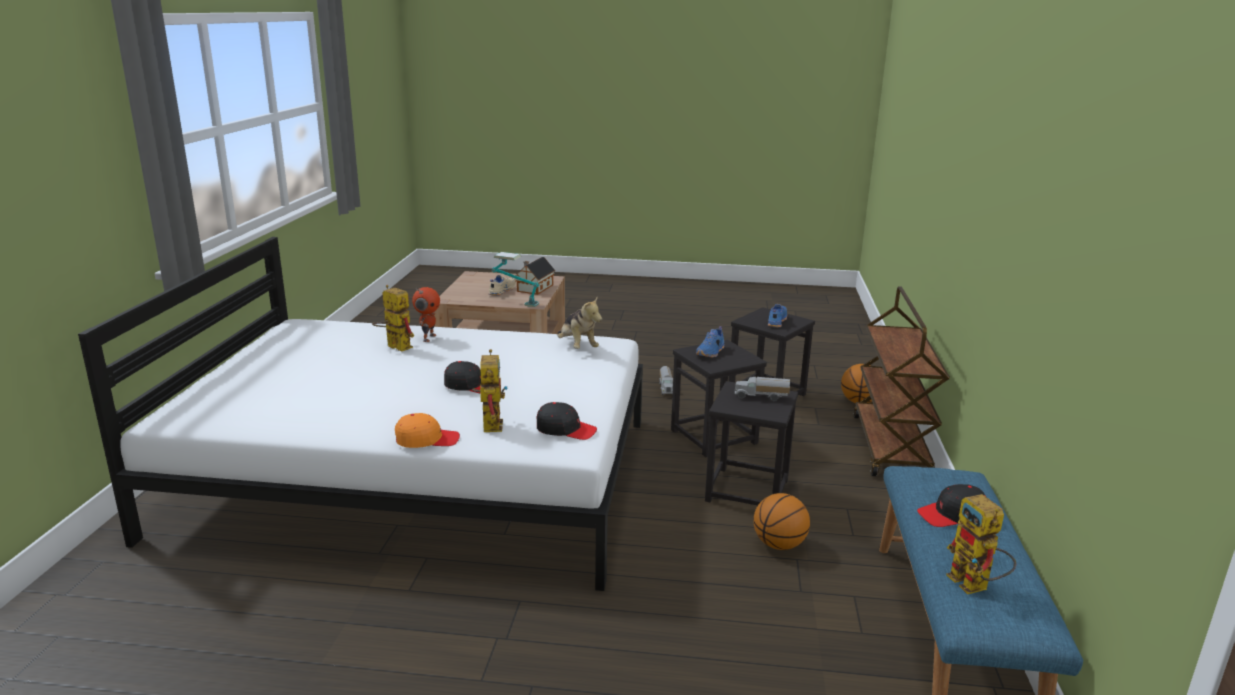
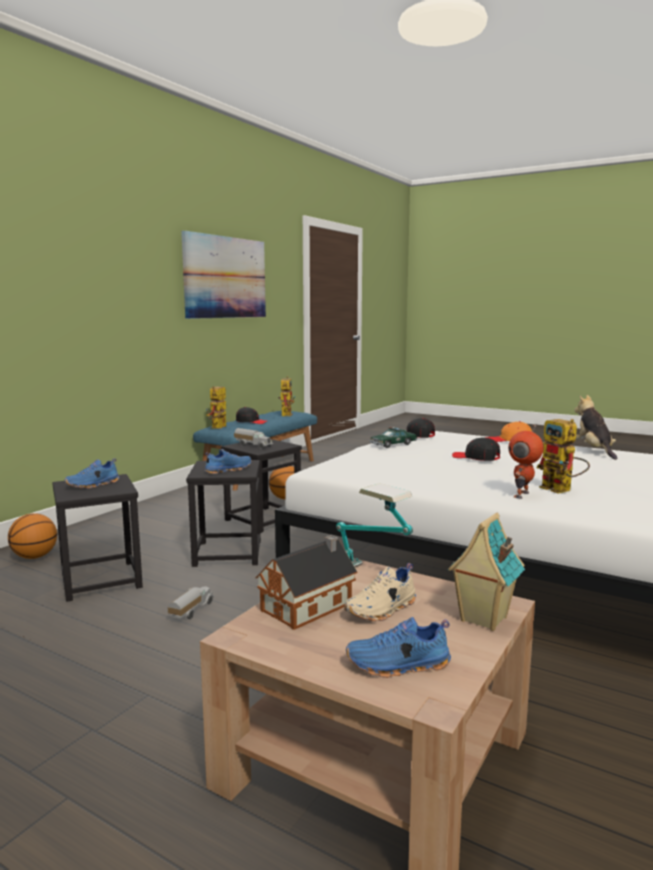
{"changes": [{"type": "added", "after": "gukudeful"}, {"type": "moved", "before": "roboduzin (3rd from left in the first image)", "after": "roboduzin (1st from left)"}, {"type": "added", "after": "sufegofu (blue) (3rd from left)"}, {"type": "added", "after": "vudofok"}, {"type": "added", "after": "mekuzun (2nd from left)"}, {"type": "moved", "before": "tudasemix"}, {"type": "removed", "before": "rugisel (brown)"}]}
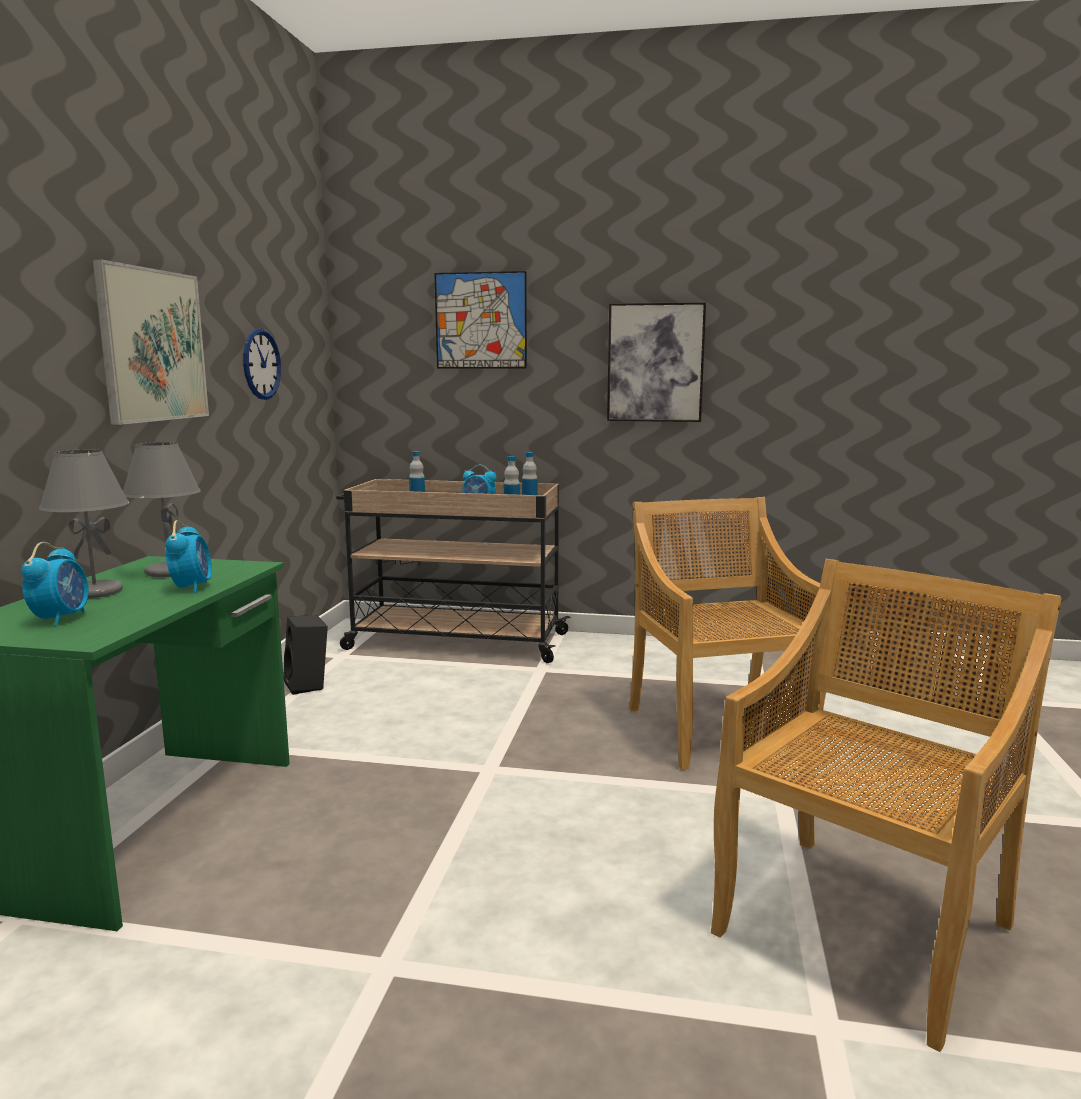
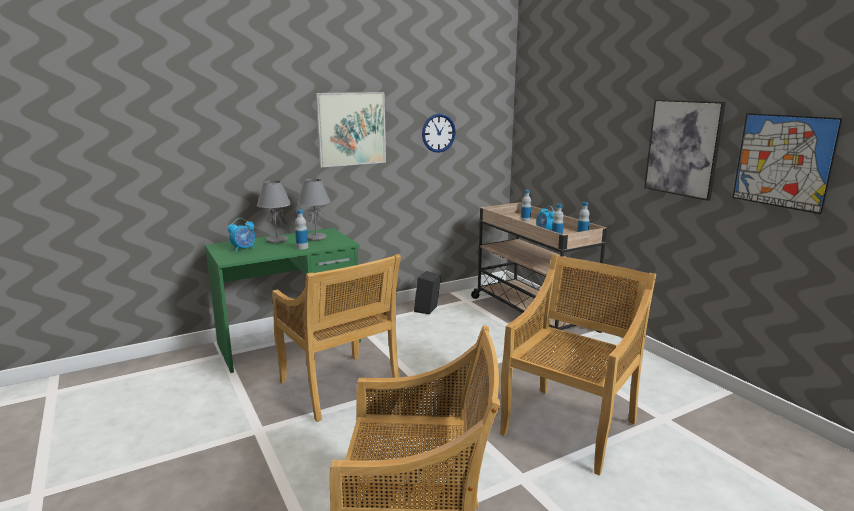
{"changes": [{"type": "added", "after": "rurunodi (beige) (1st from left)"}, {"type": "replaced", "before": "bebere (2nd from left)", "after": "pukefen (1st from left)"}, {"type": "moved", "before": "gukudeful (2nd from left in the first image)", "after": "gukudeful (3rd from left)"}]}
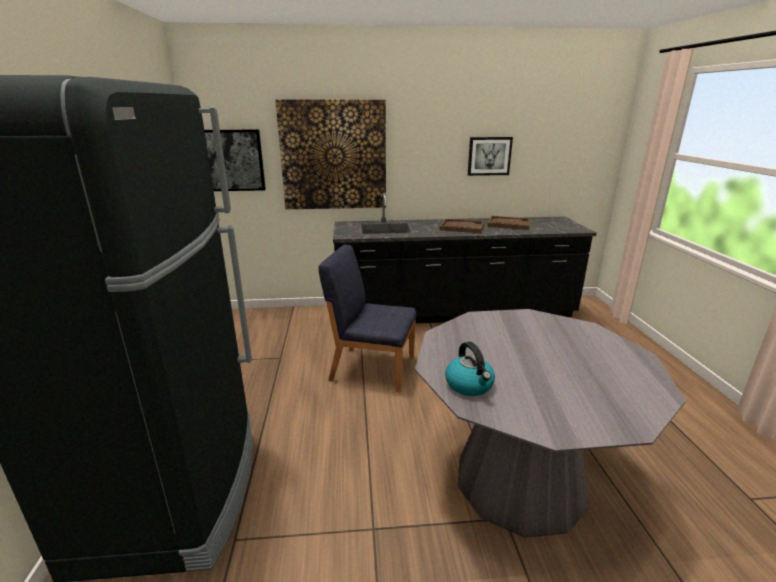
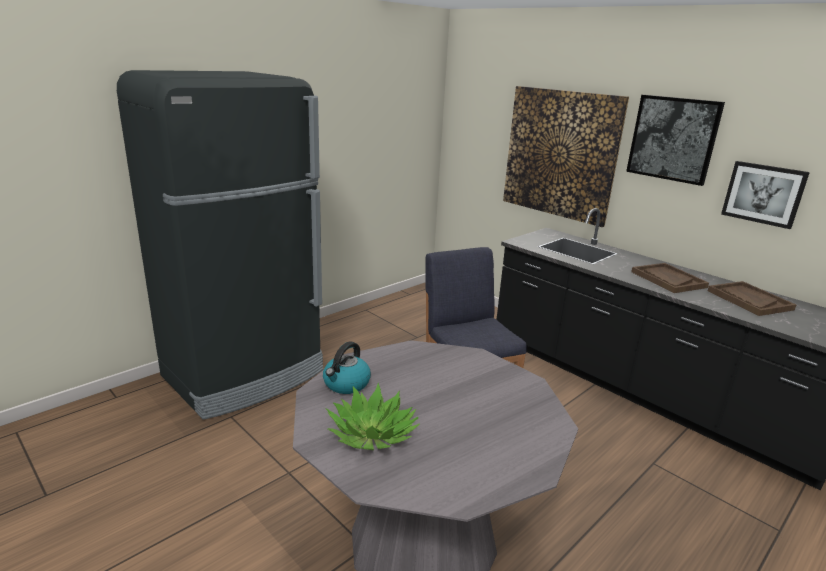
{"changes": [{"type": "added", "after": "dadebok"}, {"type": "moved", "before": "gukudeful (1st from left in the first image)", "after": "gukudeful (2nd from left)"}]}
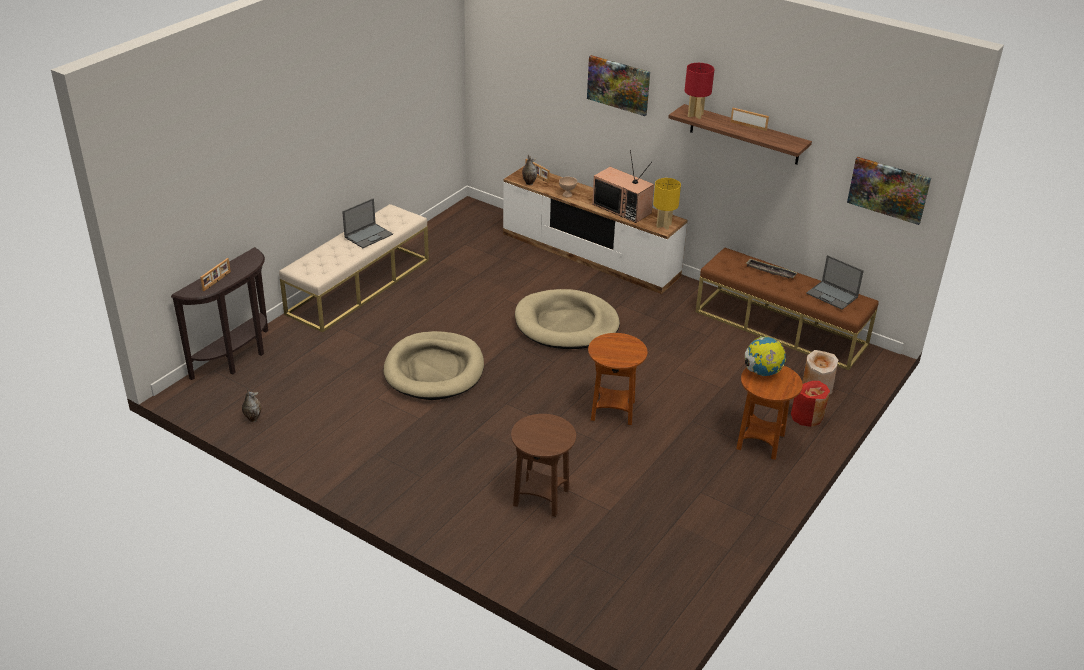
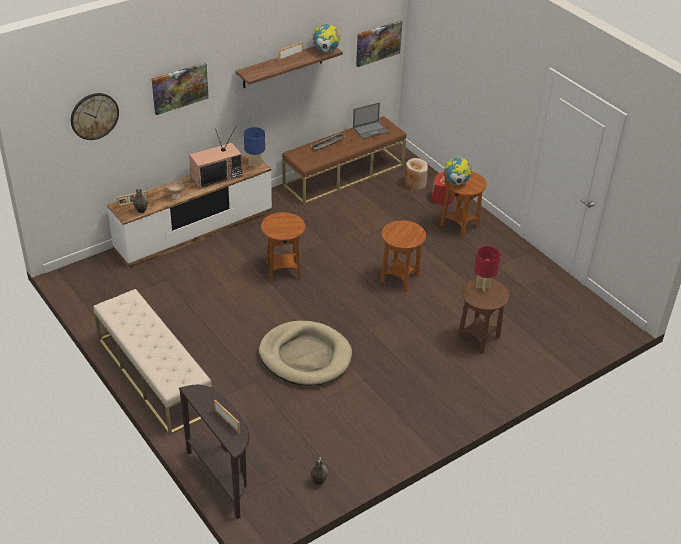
{"changes": [{"type": "added", "after": "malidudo"}, {"type": "recoloured", "before": "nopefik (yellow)", "after": "nopefik (blue)"}, {"type": "replaced", "before": "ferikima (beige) (2nd from left)", "after": "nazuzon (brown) (1st from left)"}, {"type": "added", "after": "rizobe (1st from left)"}, {"type": "moved", "before": "nopefik (red)"}, {"type": "removed", "before": "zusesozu (1st from left)"}]}
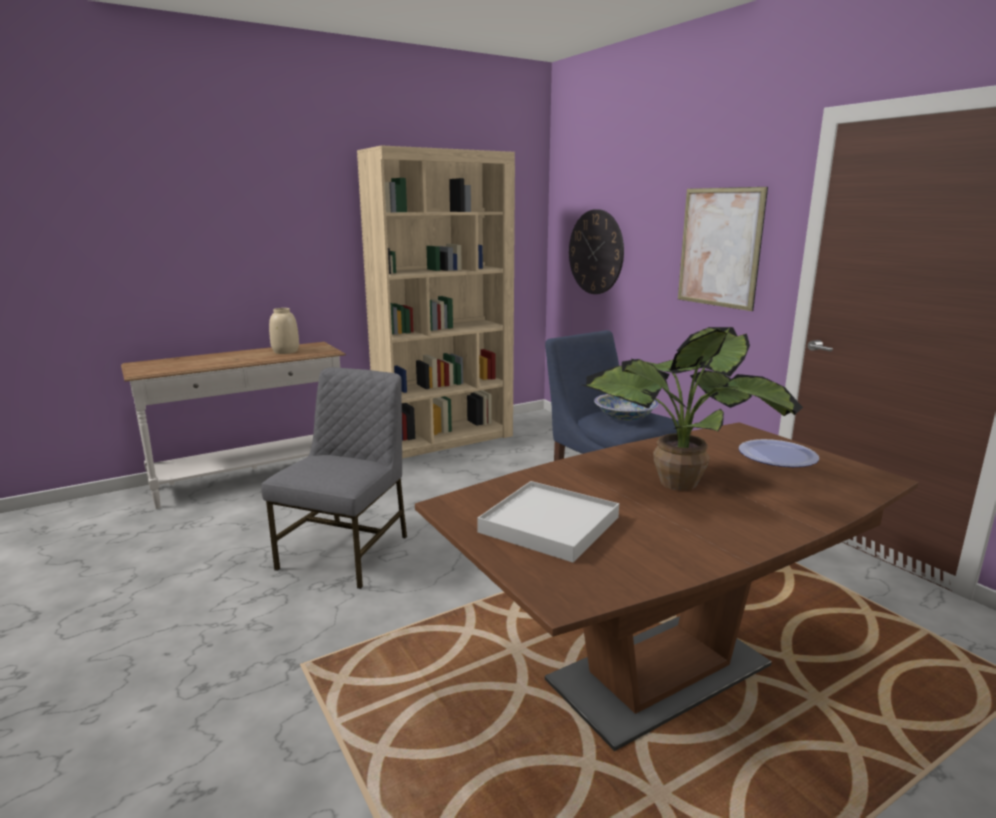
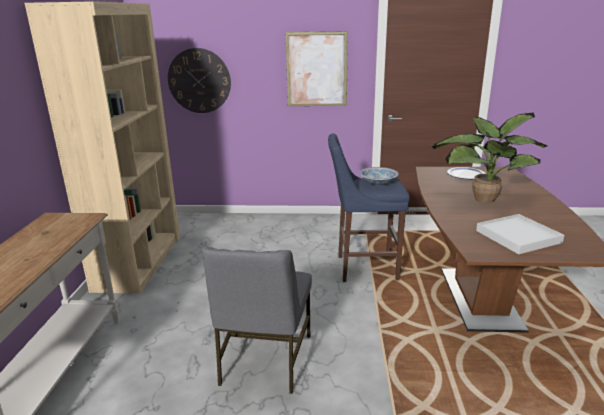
{"changes": [{"type": "turned", "before": "rurunodi (grey)", "turn": -135}, {"type": "removed", "before": "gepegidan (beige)"}]}
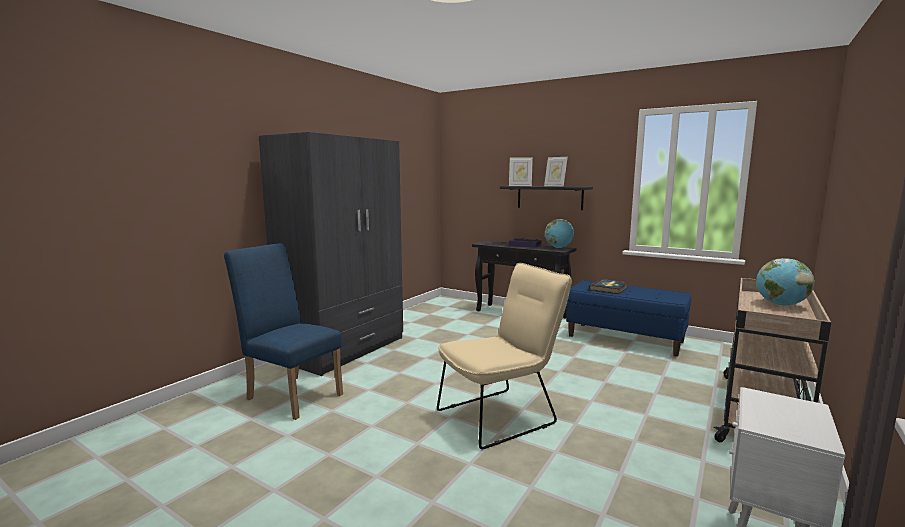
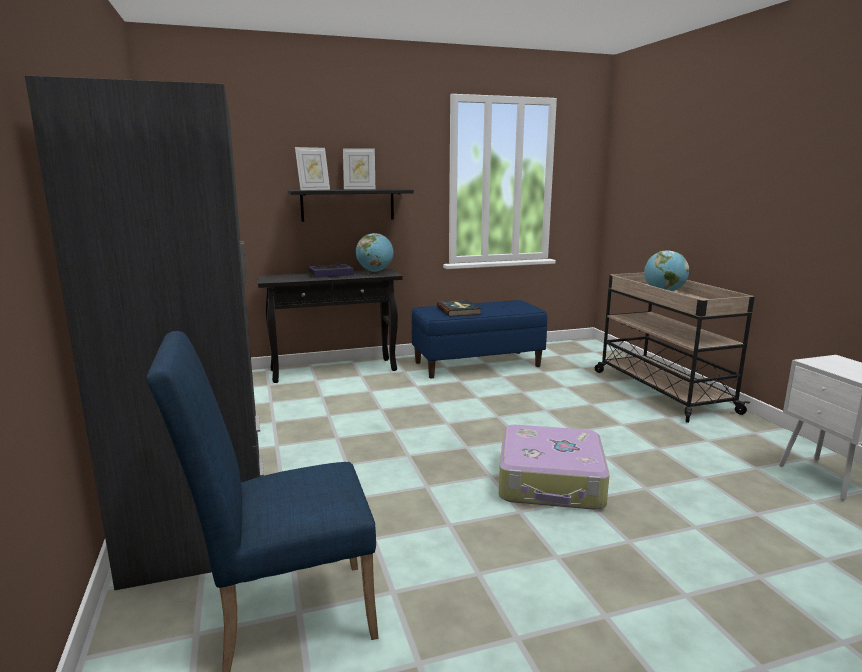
{"changes": [{"type": "replaced", "before": "rurunodi (beige)", "after": "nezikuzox"}]}
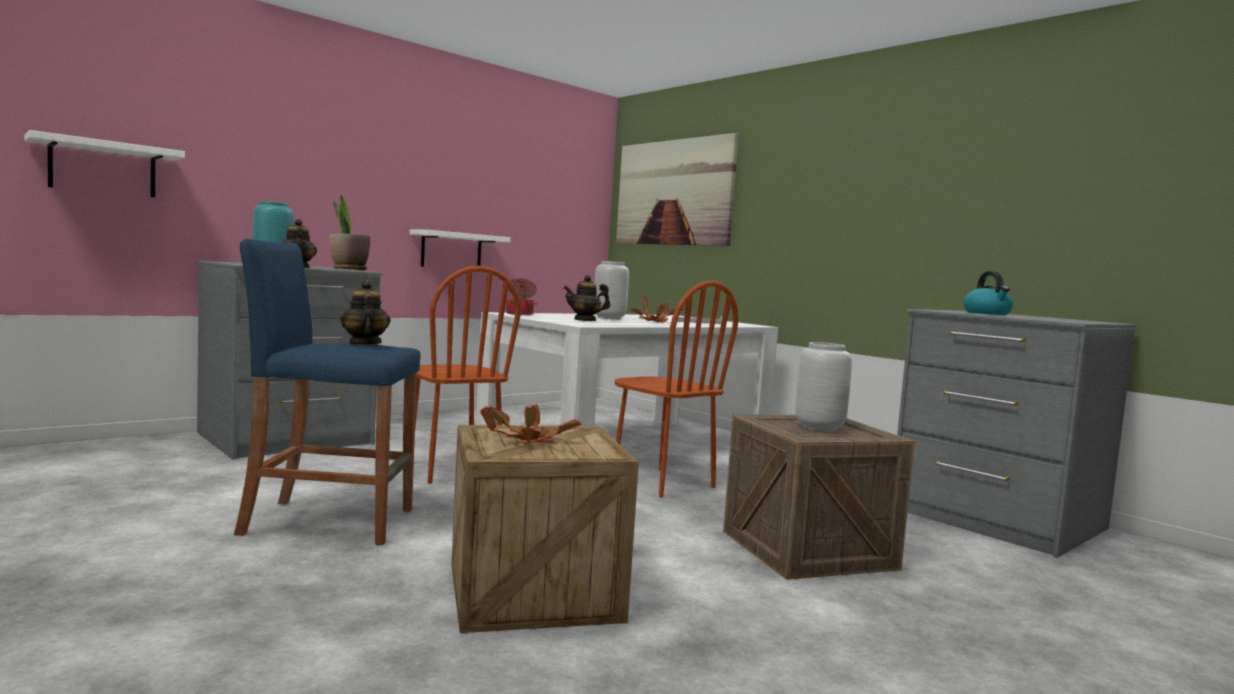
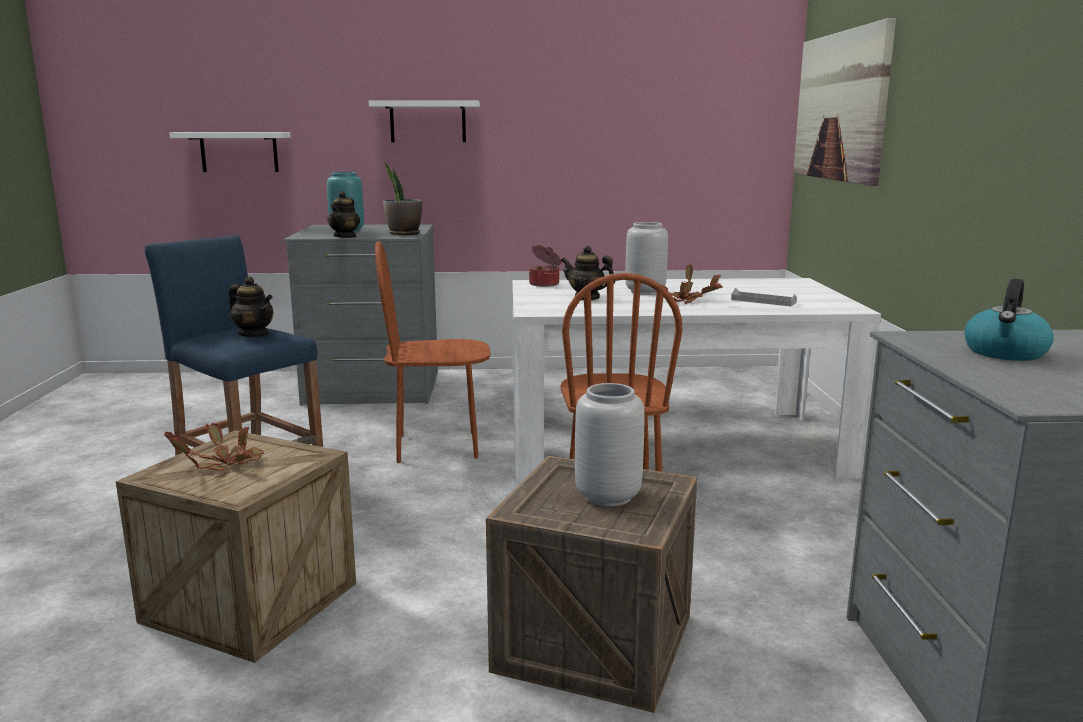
{"changes": [{"type": "turned", "before": "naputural (2nd from left in the first image)", "turn": 105}, {"type": "moved", "before": "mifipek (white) (2nd from left)"}, {"type": "turned", "before": "rurunodi (brown) (1st from left)", "turn": 75}]}
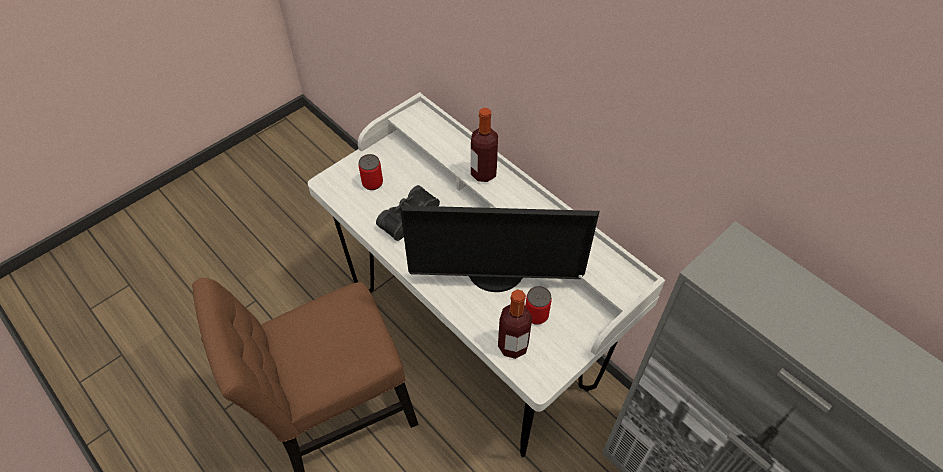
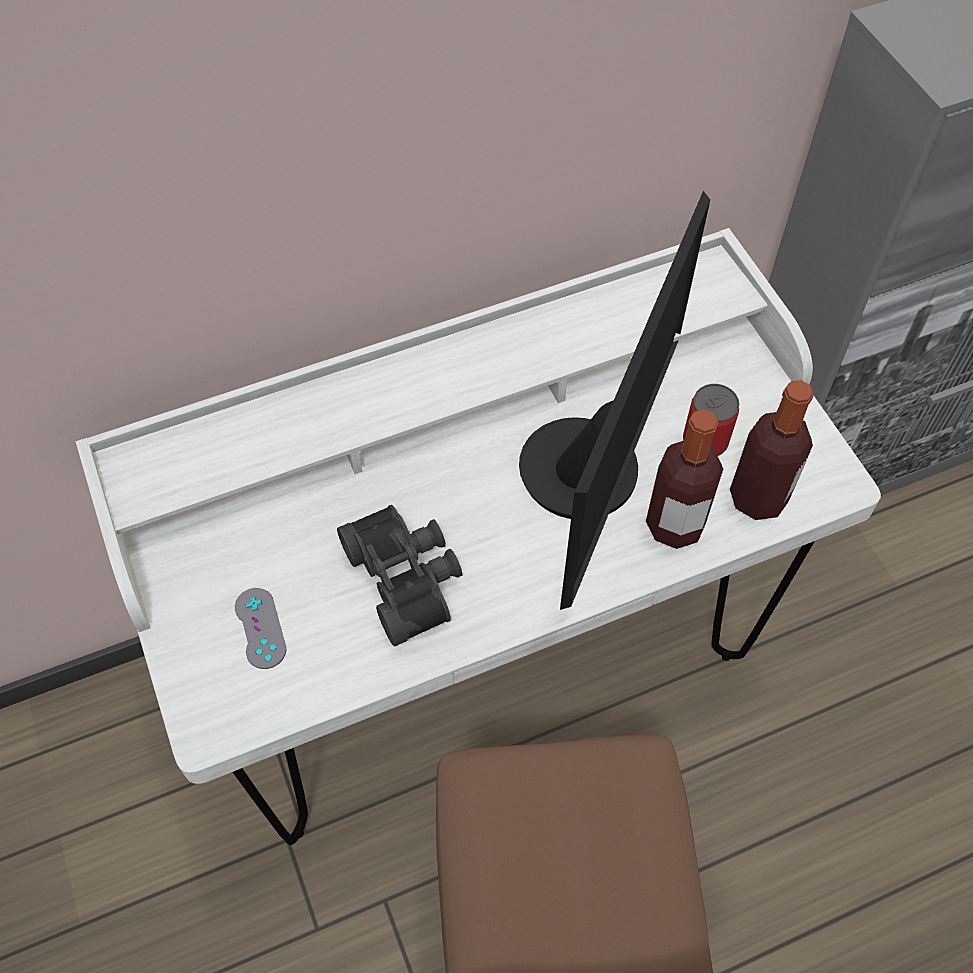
{"changes": [{"type": "replaced", "before": "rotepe (1st from left)", "after": "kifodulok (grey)"}, {"type": "moved", "before": "pukefen (1st from left)"}]}
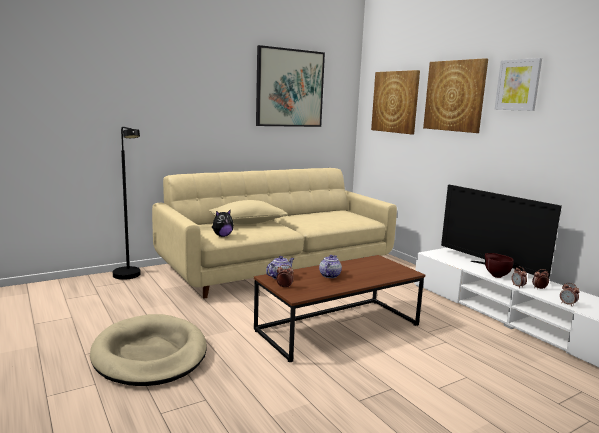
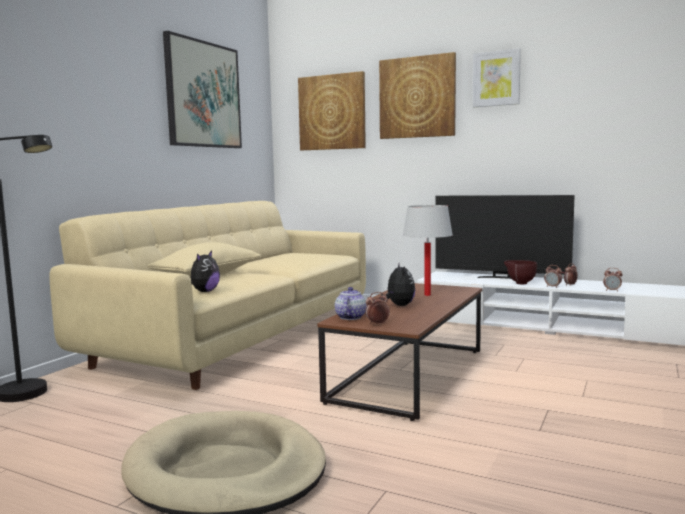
{"changes": [{"type": "replaced", "before": "naputural (2nd from left)", "after": "tudasemix (2nd from left)"}, {"type": "added", "after": "nopefik (white)"}]}
